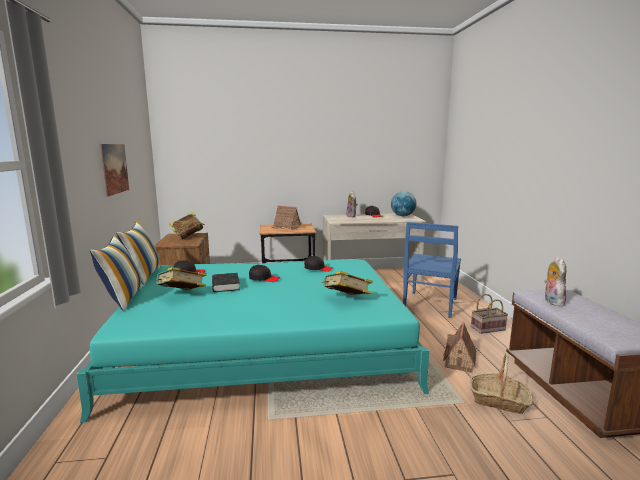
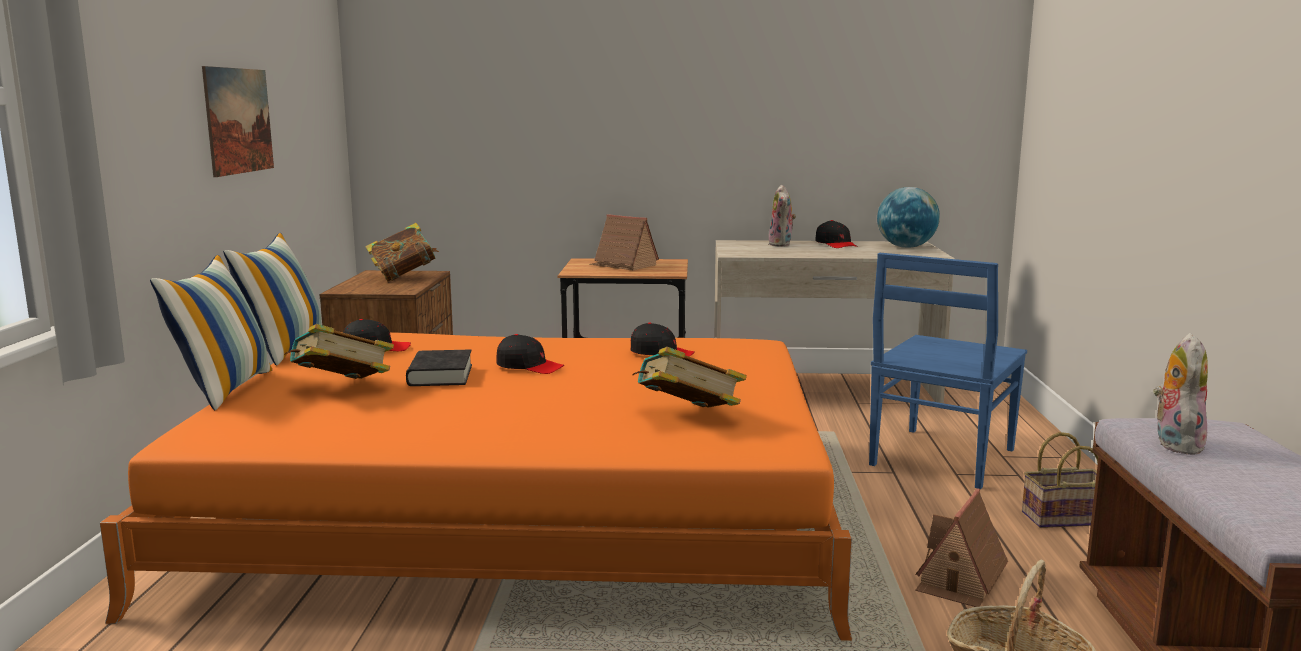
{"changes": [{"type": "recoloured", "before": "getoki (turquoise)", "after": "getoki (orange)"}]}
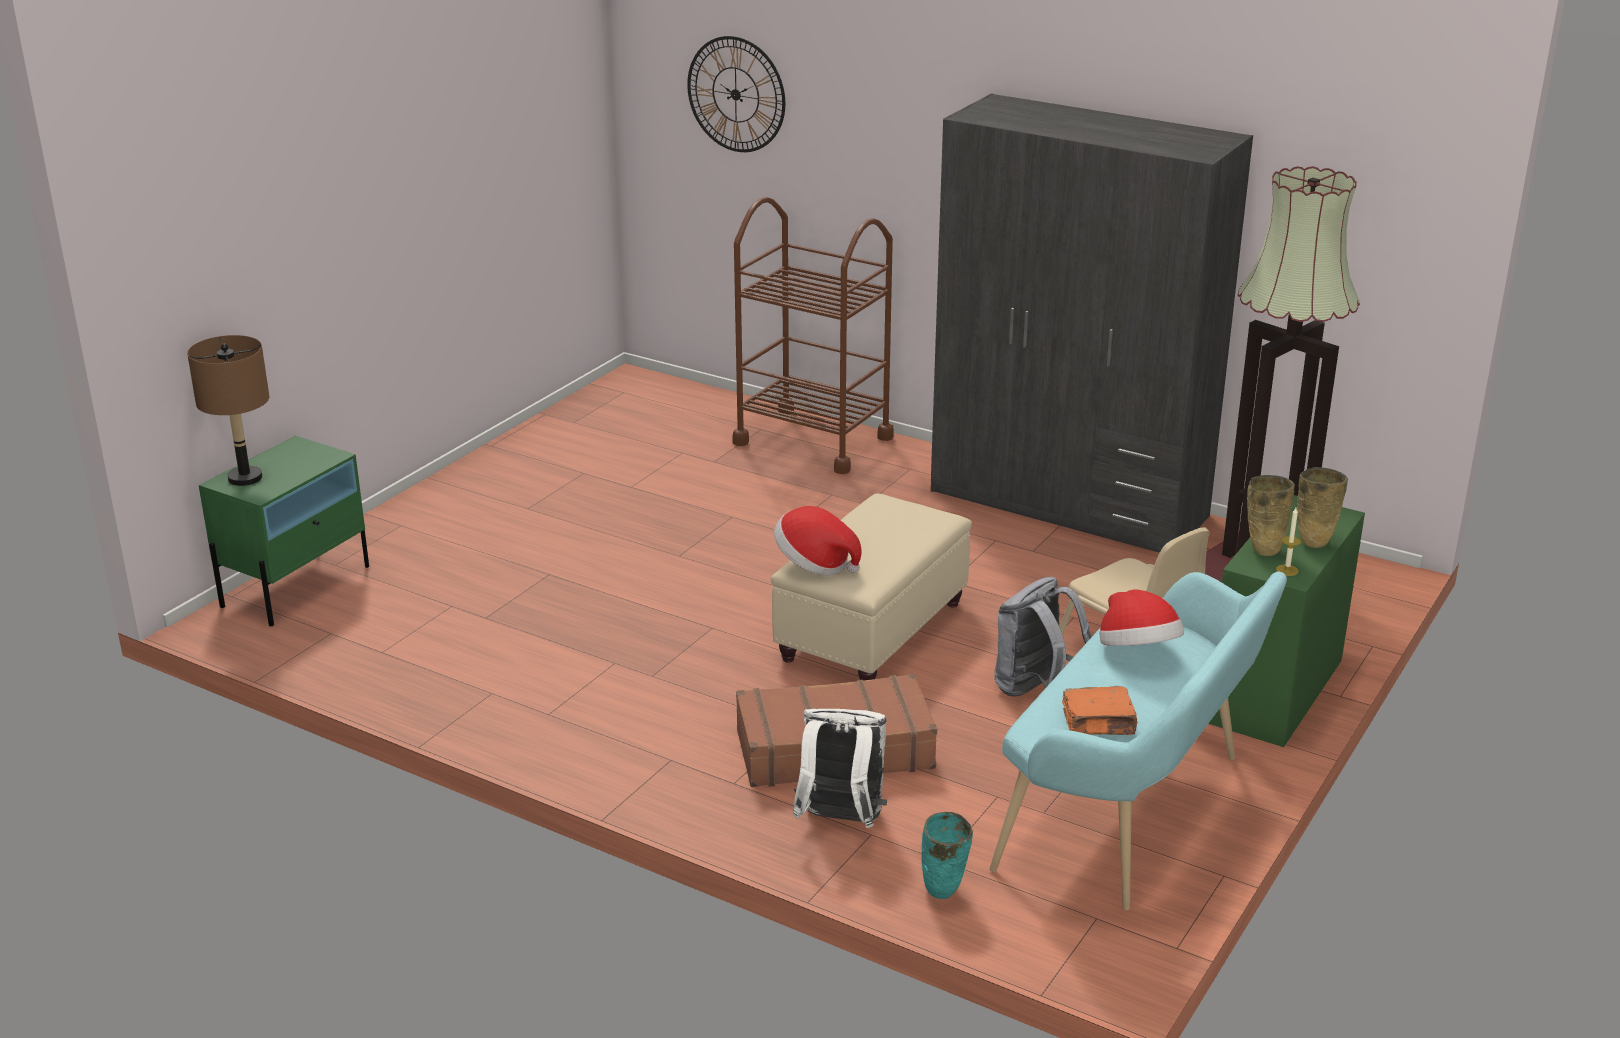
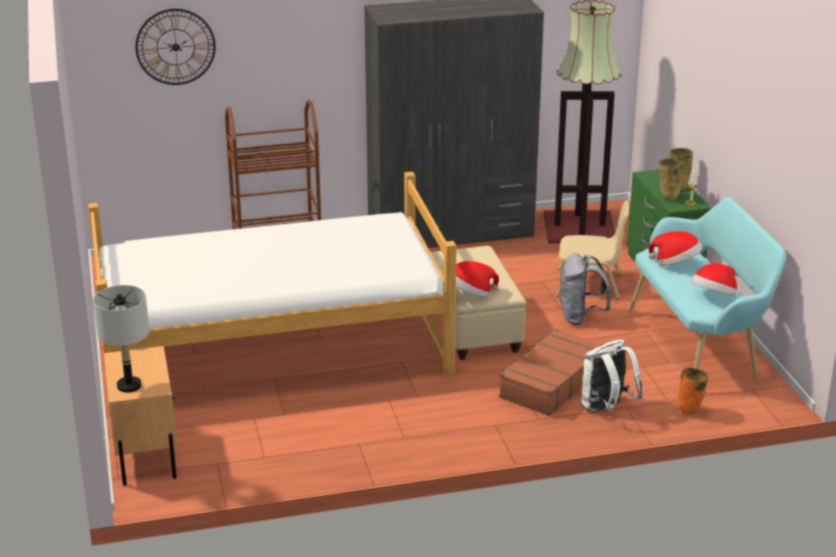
{"changes": [{"type": "added", "after": "getoki"}, {"type": "recoloured", "before": "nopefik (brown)", "after": "nopefik (grey)"}, {"type": "recoloured", "before": "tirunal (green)", "after": "tirunal (beige)"}, {"type": "recoloured", "before": "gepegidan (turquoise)", "after": "gepegidan (orange)"}, {"type": "replaced", "before": "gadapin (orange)", "after": "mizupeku (3rd from left)"}]}
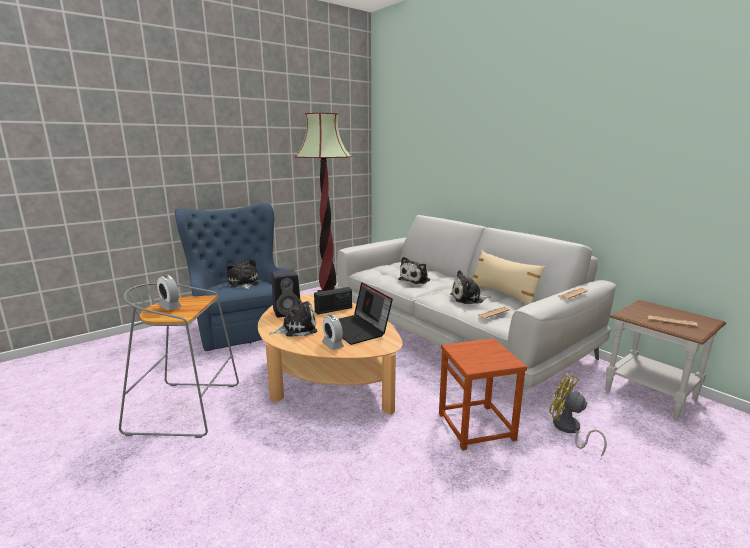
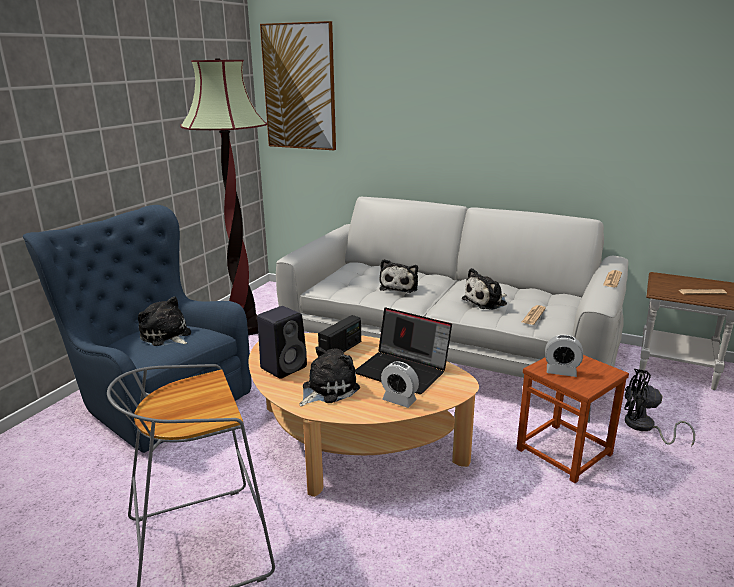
{"changes": [{"type": "added", "after": "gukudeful"}, {"type": "moved", "before": "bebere (1st from left in the first image)", "after": "bebere (2nd from left)"}, {"type": "recoloured", "before": "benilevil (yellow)", "after": "benilevil (black)"}, {"type": "removed", "before": "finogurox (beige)"}]}
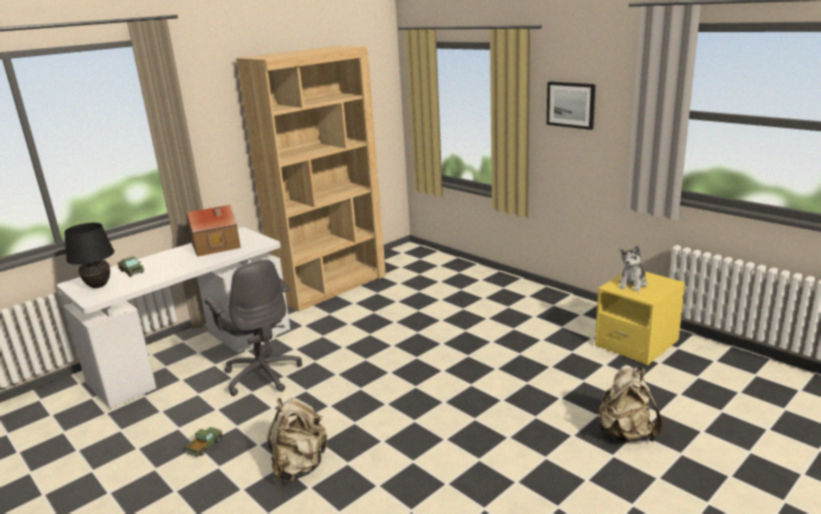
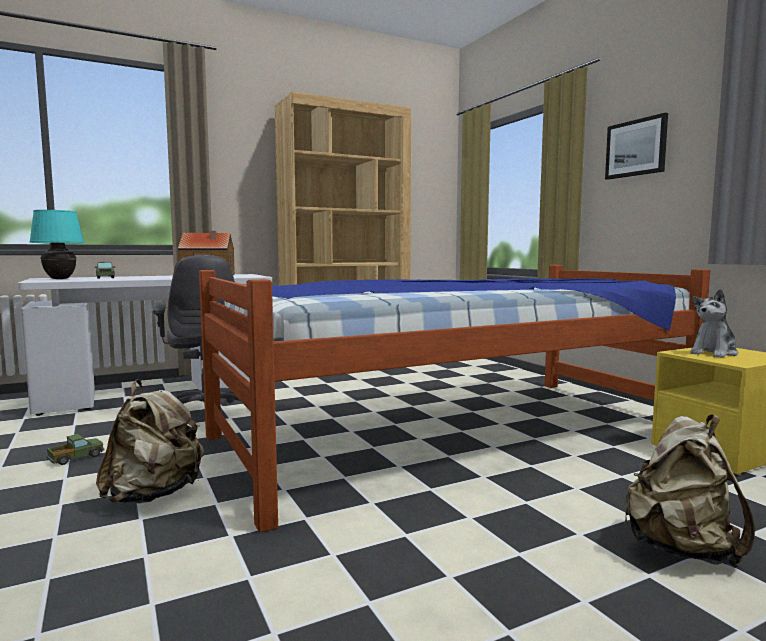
{"changes": [{"type": "recoloured", "before": "nopefik (black)", "after": "nopefik (turquoise)"}, {"type": "added", "after": "getoki"}]}
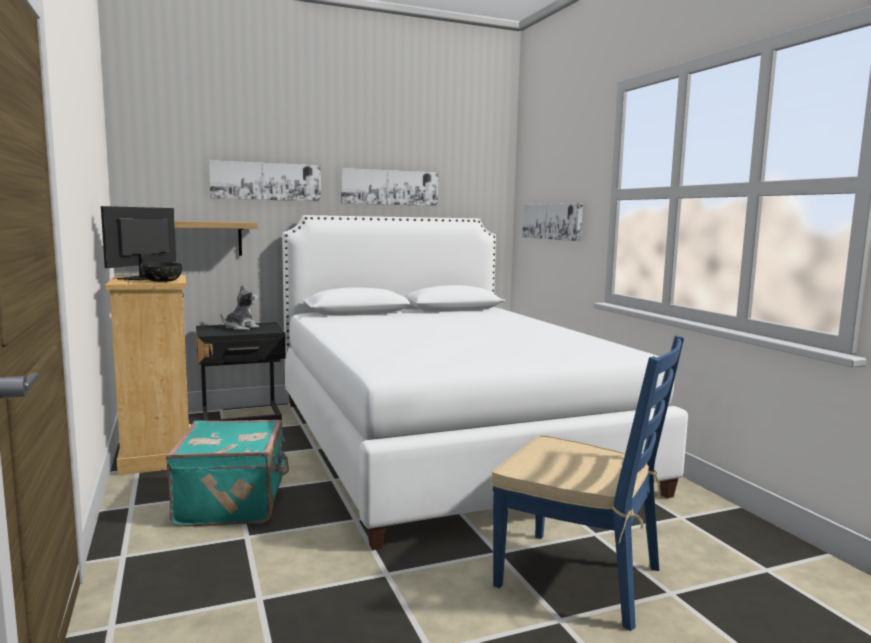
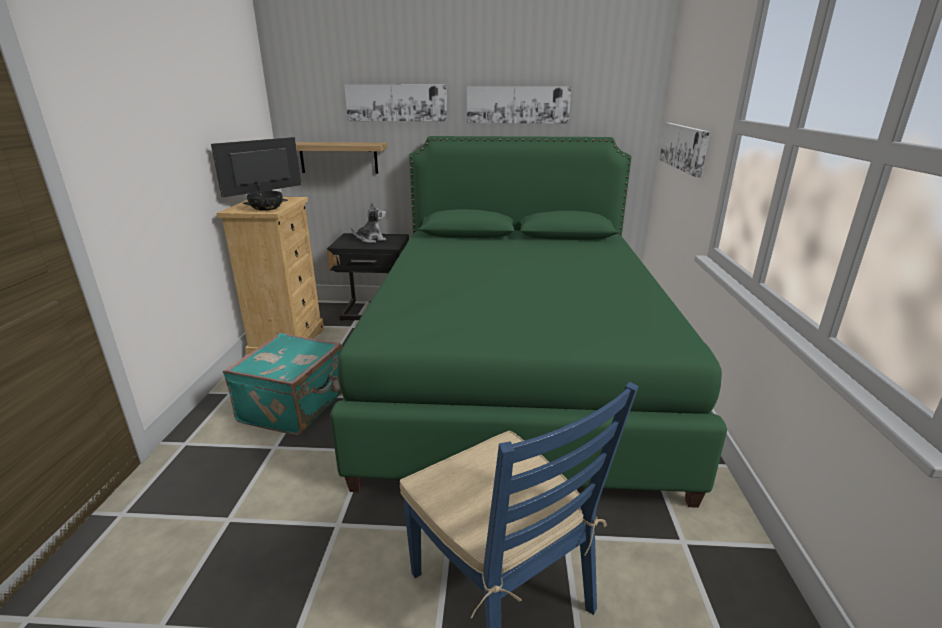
{"changes": [{"type": "recoloured", "before": "getoki (white)", "after": "getoki (green)"}]}
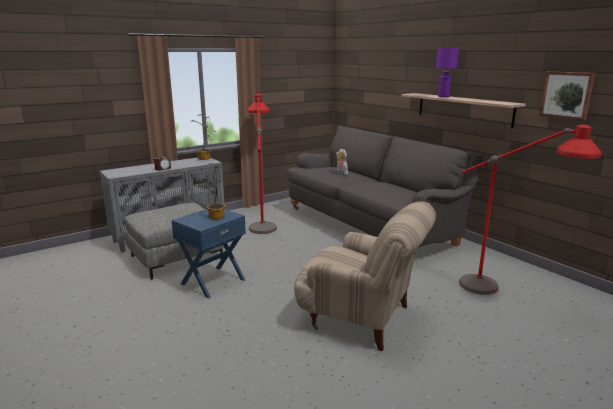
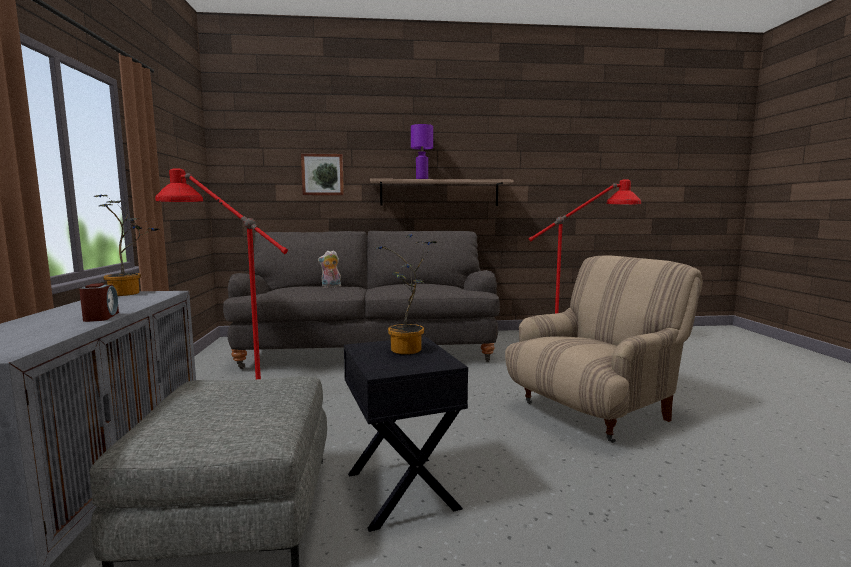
{"changes": [{"type": "moved", "before": "gukudeful"}, {"type": "recoloured", "before": "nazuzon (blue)", "after": "nazuzon (black)"}]}
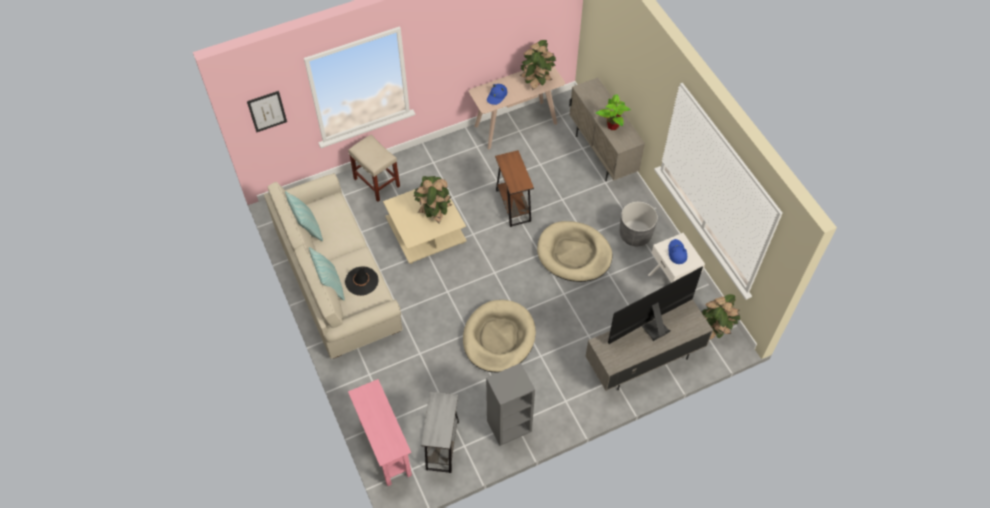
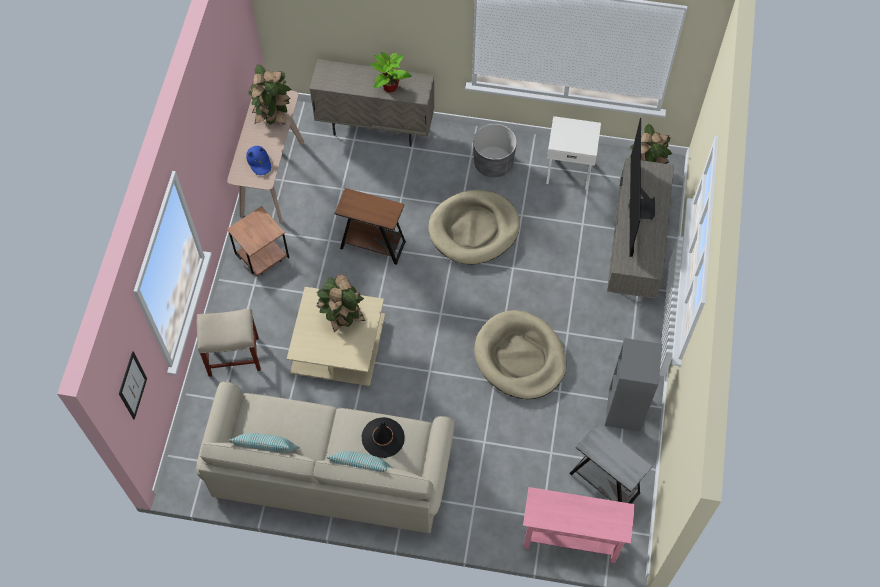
{"changes": [{"type": "added", "after": "nazuzon (brown) (1st from left)"}, {"type": "removed", "before": "mizupeku (blue) (2nd from left)"}]}
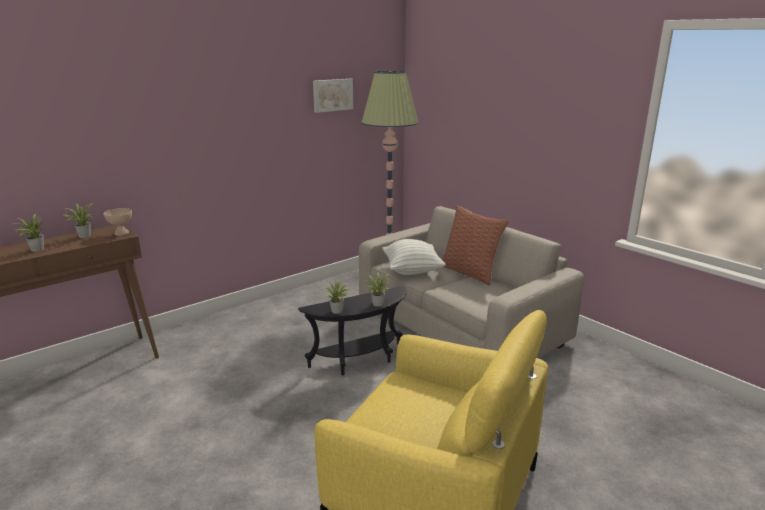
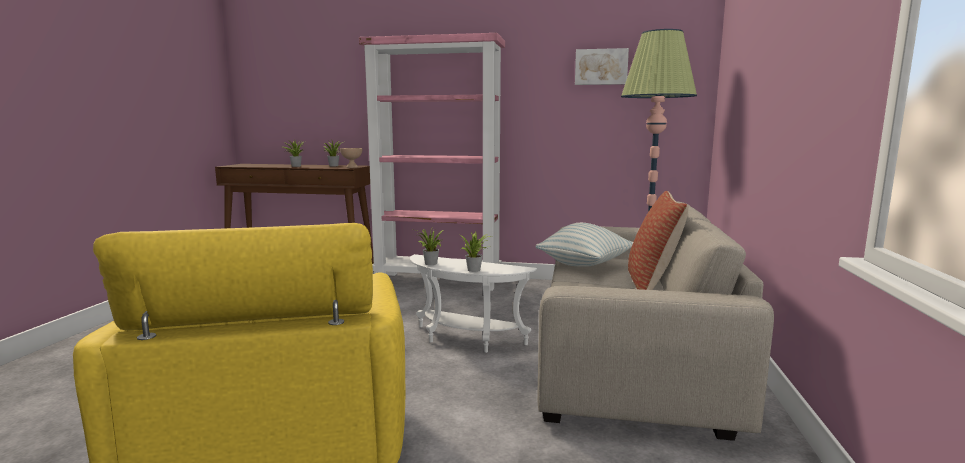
{"changes": [{"type": "added", "after": "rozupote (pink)"}, {"type": "recoloured", "before": "nazuzon (black)", "after": "nazuzon (white)"}]}
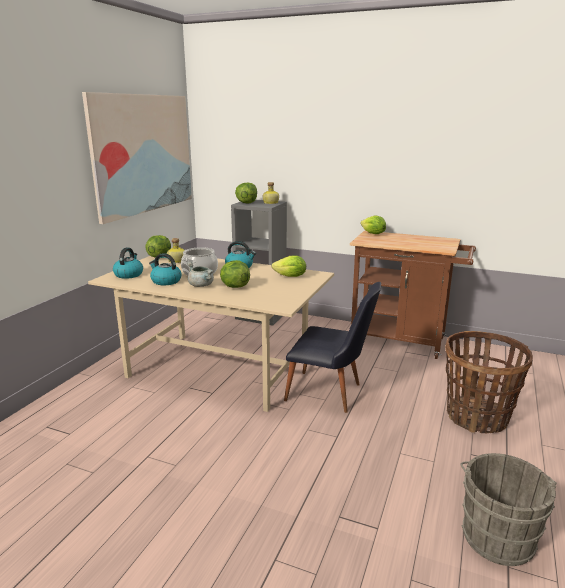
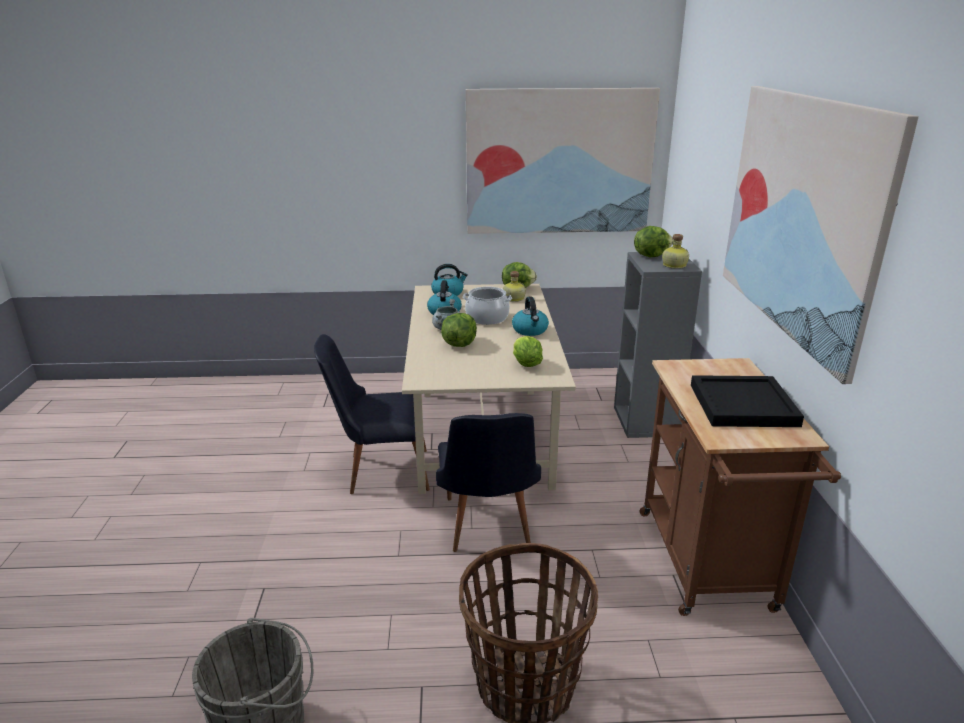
{"changes": [{"type": "added", "after": "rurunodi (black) (1st from left)"}, {"type": "added", "after": "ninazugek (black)"}, {"type": "added", "after": "gukudeful (2nd from left)"}, {"type": "removed", "before": "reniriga (5th from left)"}]}
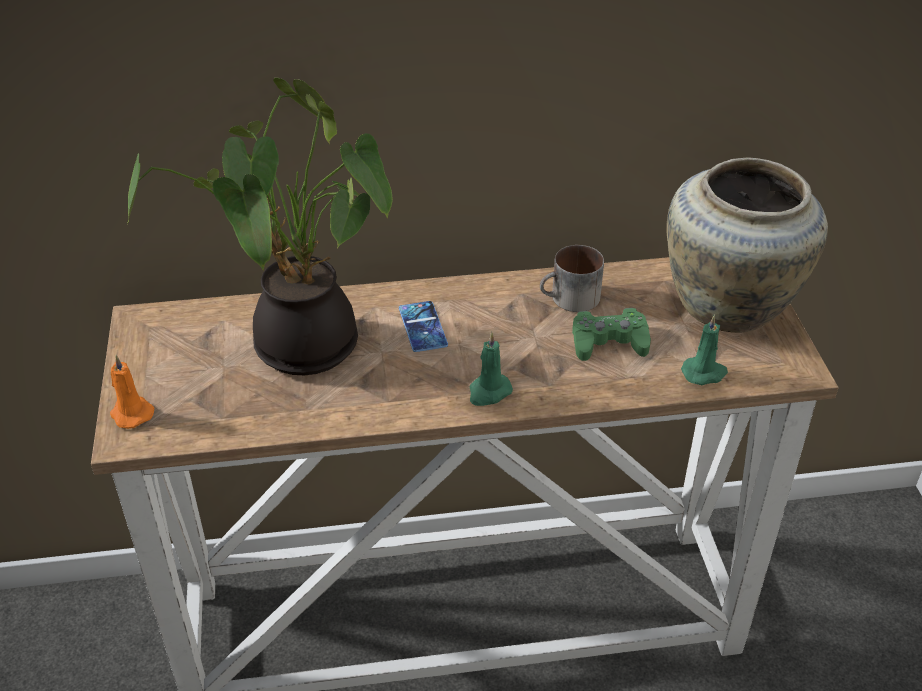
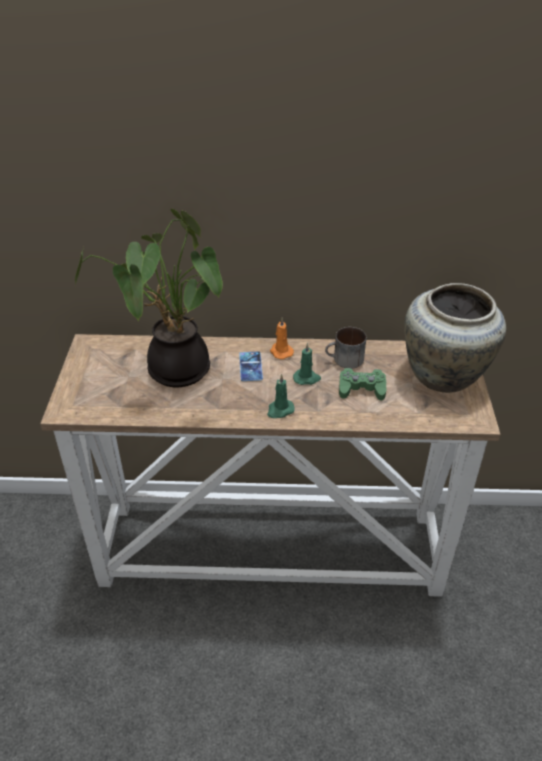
{"changes": [{"type": "moved", "before": "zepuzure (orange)"}, {"type": "moved", "before": "zepuzure (green) (2nd from left)"}]}
